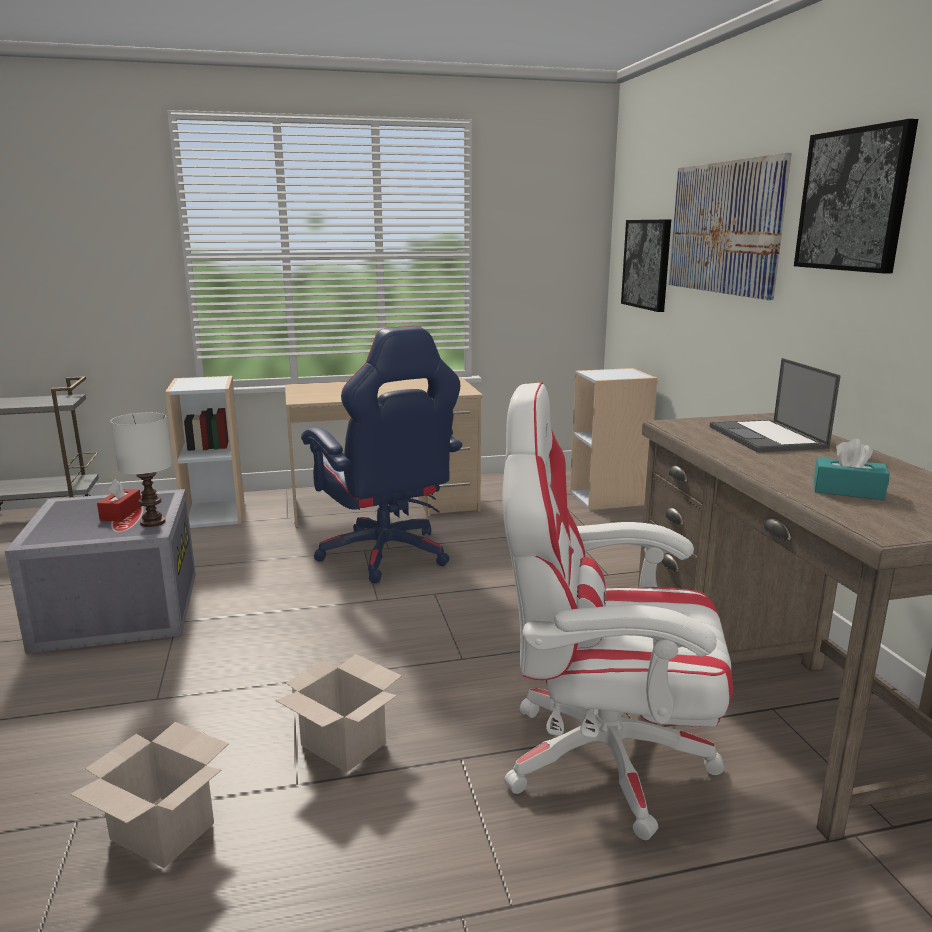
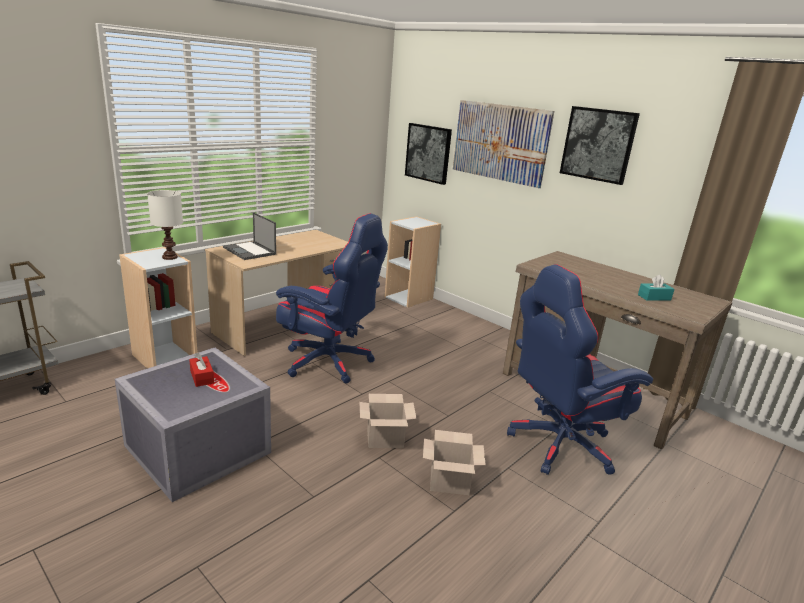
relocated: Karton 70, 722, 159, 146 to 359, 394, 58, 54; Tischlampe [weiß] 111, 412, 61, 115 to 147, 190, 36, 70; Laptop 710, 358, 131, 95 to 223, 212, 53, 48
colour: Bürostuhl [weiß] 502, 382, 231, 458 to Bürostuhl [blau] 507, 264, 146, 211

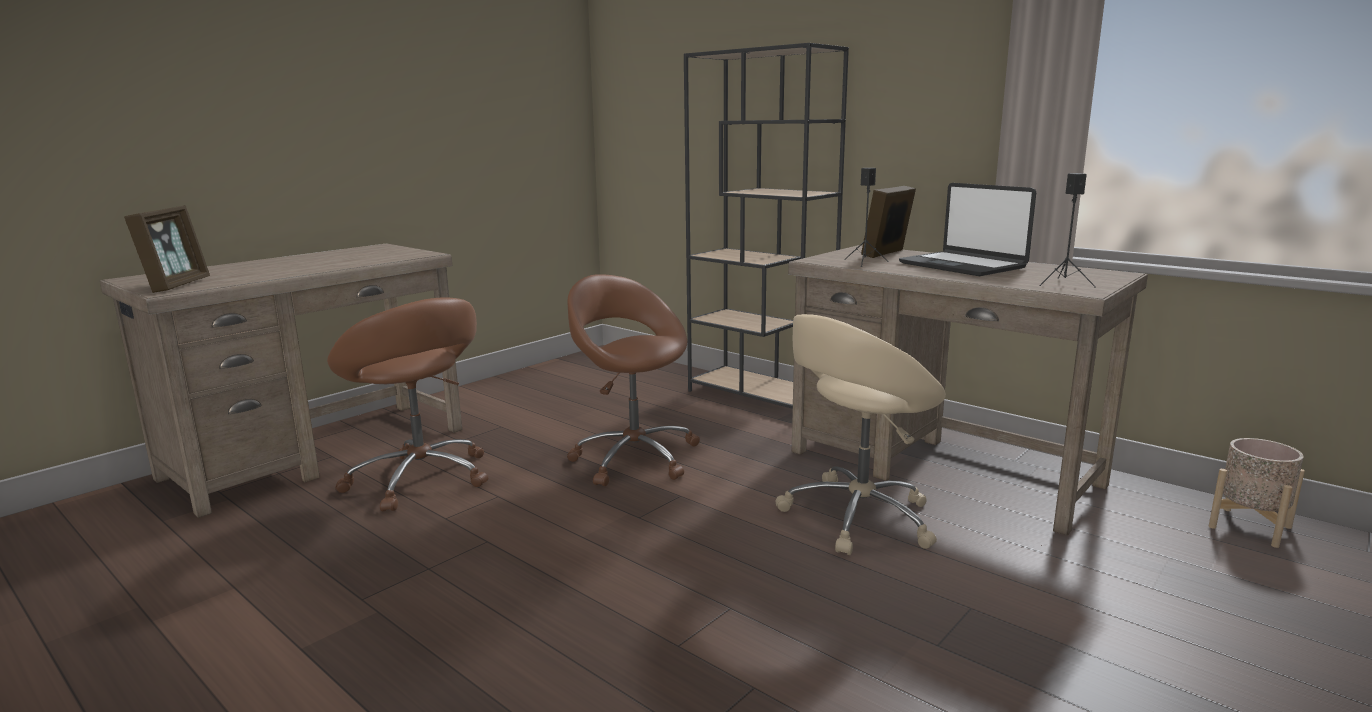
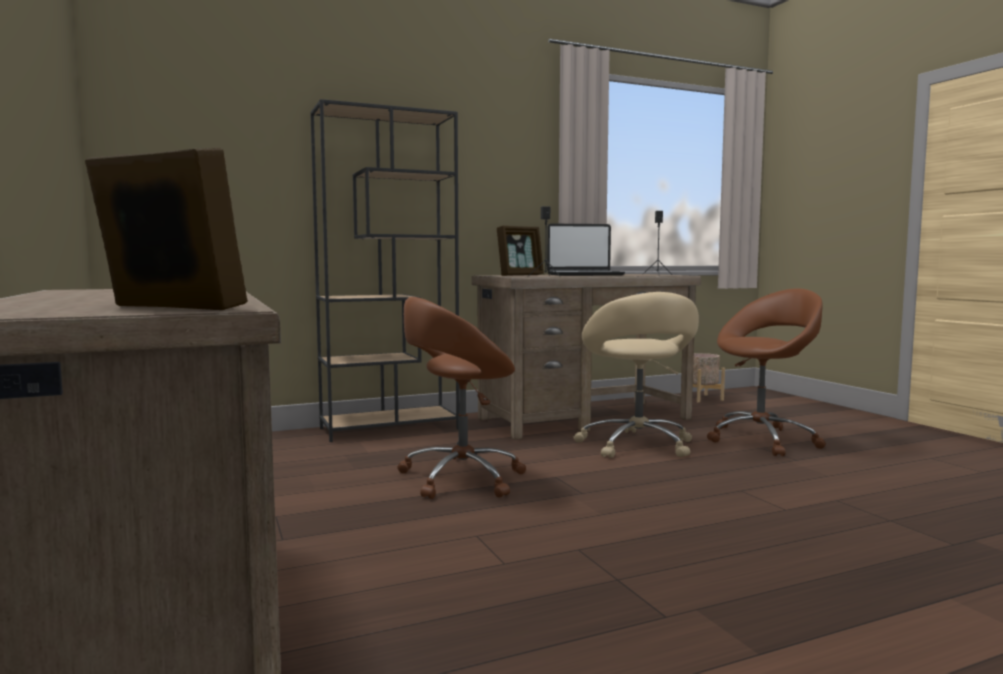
relocated: Bürostuhl [braun] 327, 297, 162, 214 to 707, 288, 119, 168
spun: Bilderrahmen 861, 186, 55, 72 = 497, 226, 47, 50 105 degrees counterclockwise

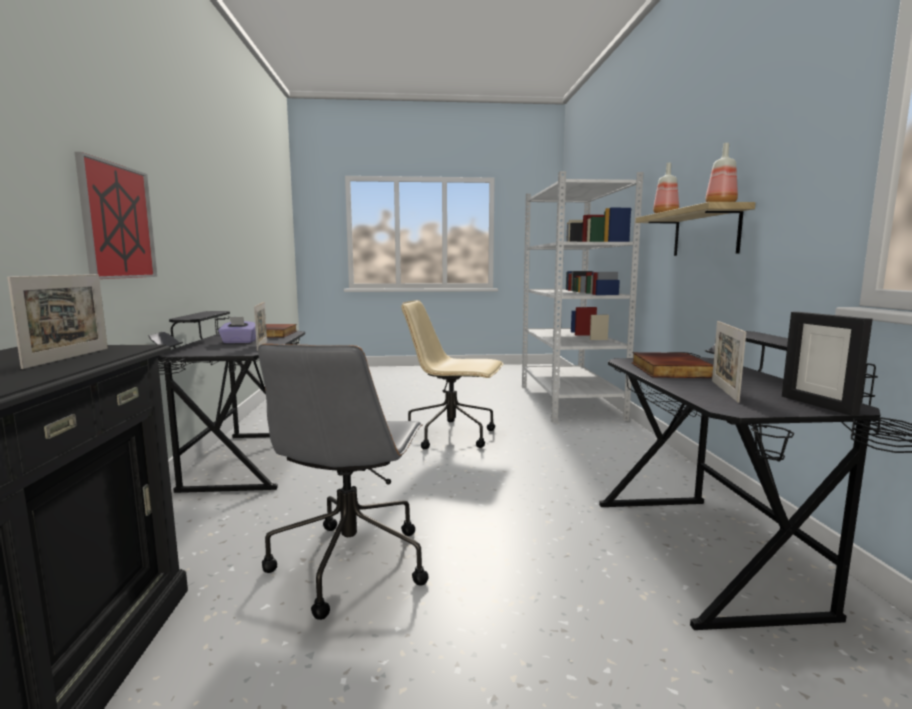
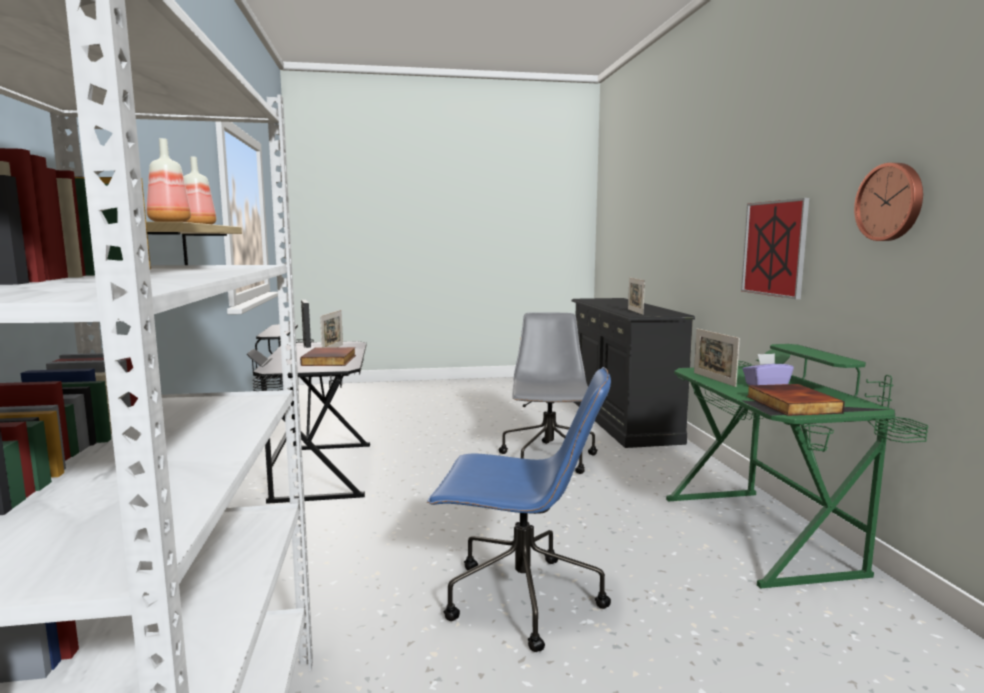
appeared: Wanduhr 854, 163, 69, 78
colour: Schreibtisch [schwarz] 149, 311, 156, 182 to Schreibtisch [grün] 666, 344, 262, 245; Bürostuhl [beige] 401, 300, 102, 149 to Bürostuhl [blau] 427, 367, 184, 285

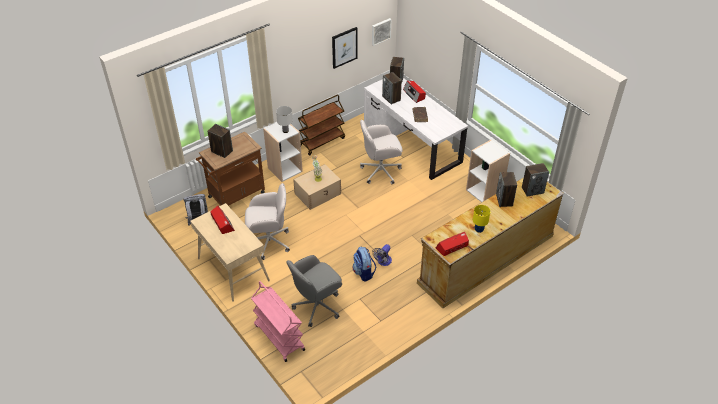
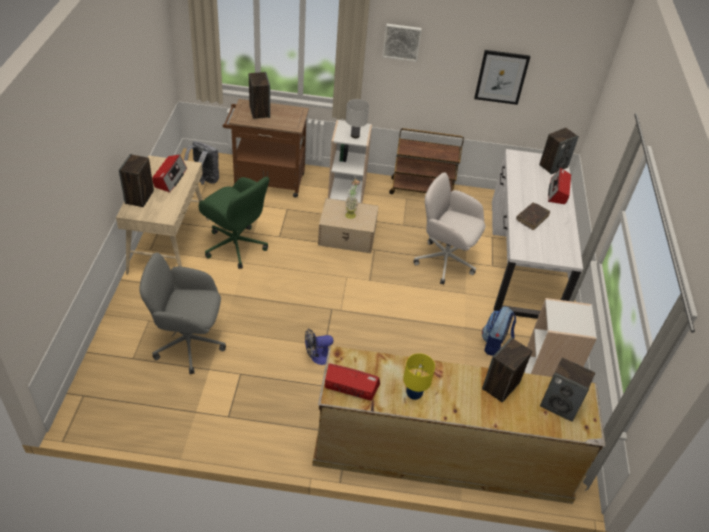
missing: Rollwagen [rosa] 251, 281, 54, 81
relocated: Rucksack 352, 247, 25, 35 to 482, 307, 34, 49; Bild 372, 18, 19, 28 to 383, 24, 39, 38; Lautsprecher 382, 72, 20, 33 to 119, 154, 35, 53
colour: Bürostuhl [weiß] 245, 183, 45, 77 to Bürostuhl [grün] 199, 177, 70, 92

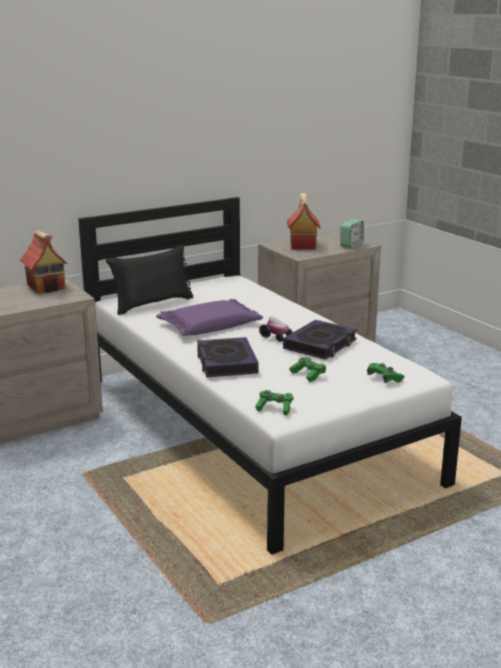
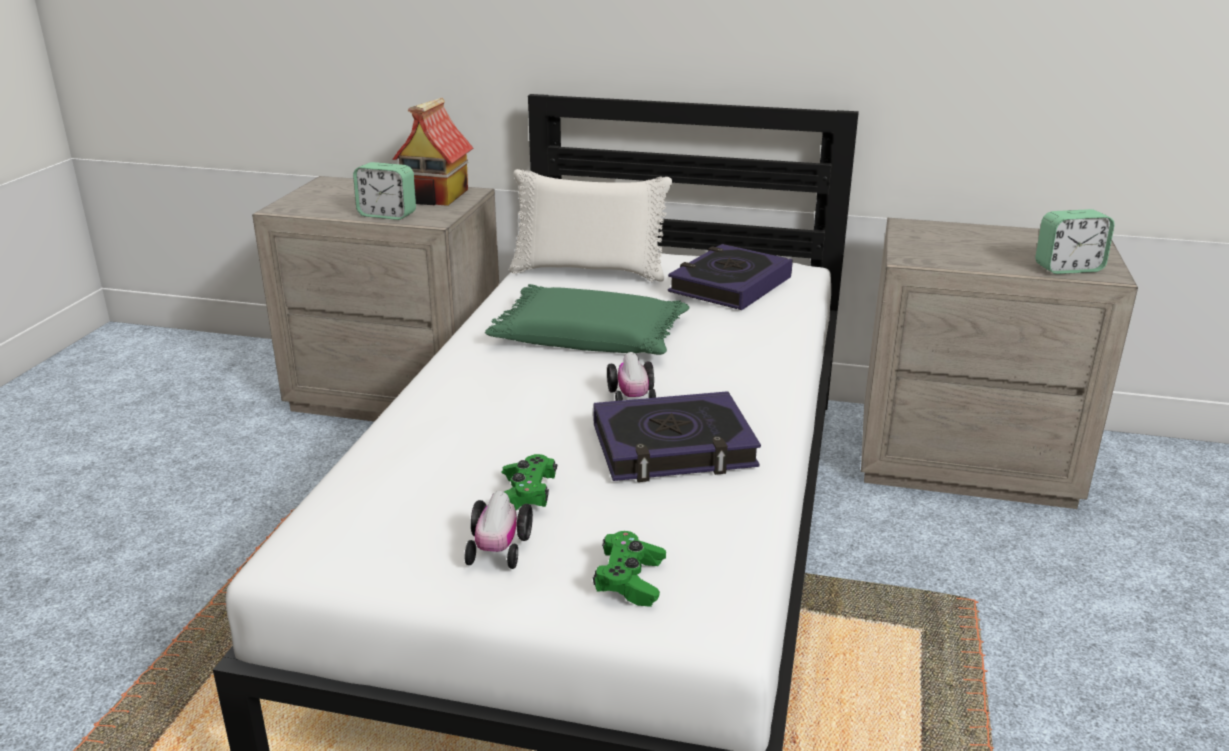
missing: Gamepad [grün] 255, 390, 39, 25; Spielzeughaus 287, 193, 34, 56
appeared: Wecker 353, 162, 63, 58; Spielzeugauto 465, 491, 68, 78
relocated: Buch 197, 337, 62, 40 to 668, 244, 125, 66
colour: Kissen [schwarz] 106, 245, 87, 70 to Kissen [weiß] 509, 169, 163, 113; Kissen [lila] 156, 299, 107, 37 to Kissen [grün] 485, 284, 205, 71

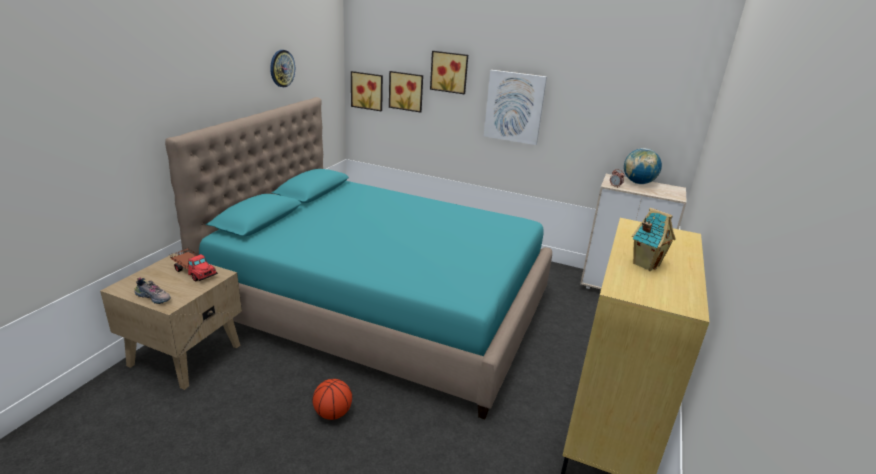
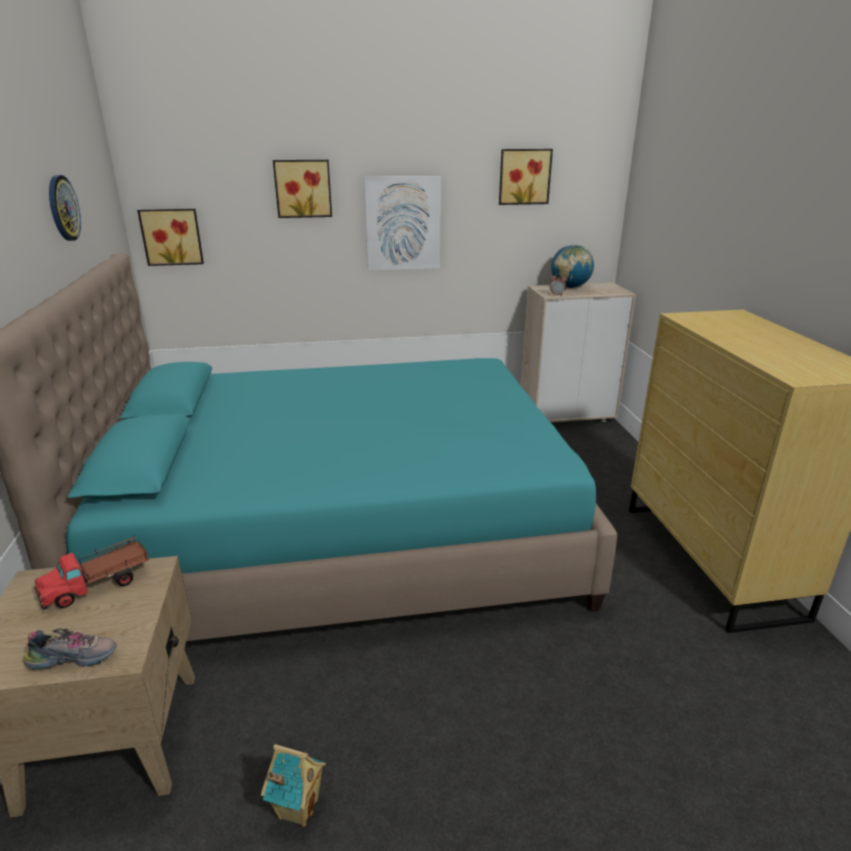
missing: Basketball 312, 379, 40, 41
relocated: Bild 389, 71, 34, 42 to 499, 149, 54, 56; Spielzeughaus 632, 208, 43, 63 to 261, 744, 65, 83
spun: Spielzeuglaster 170, 248, 48, 33 = 34, 536, 115, 74 135 degrees clockwise

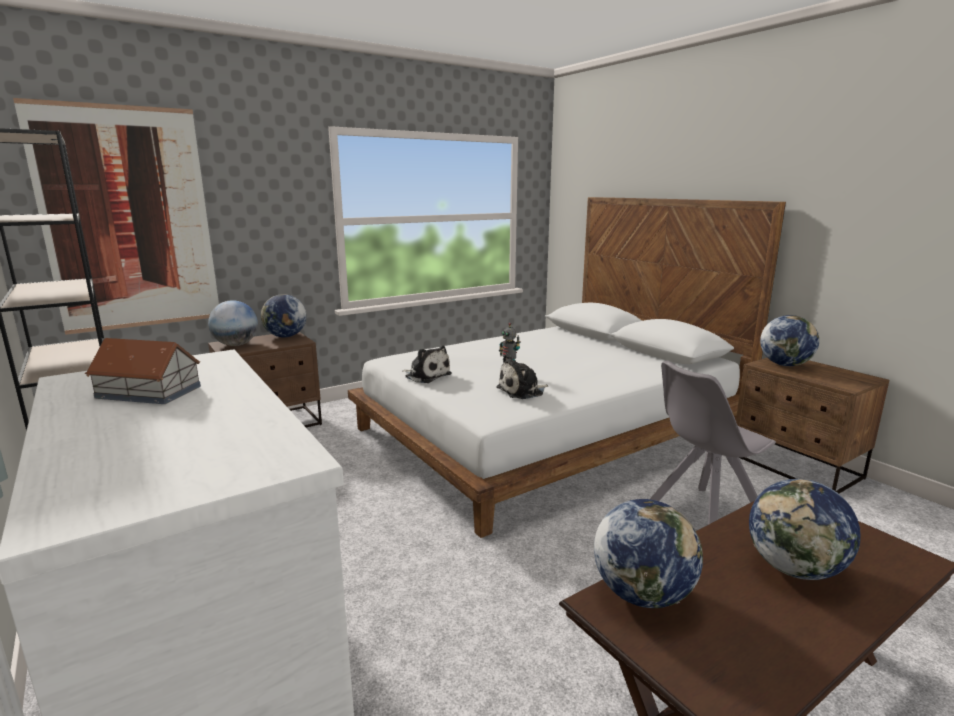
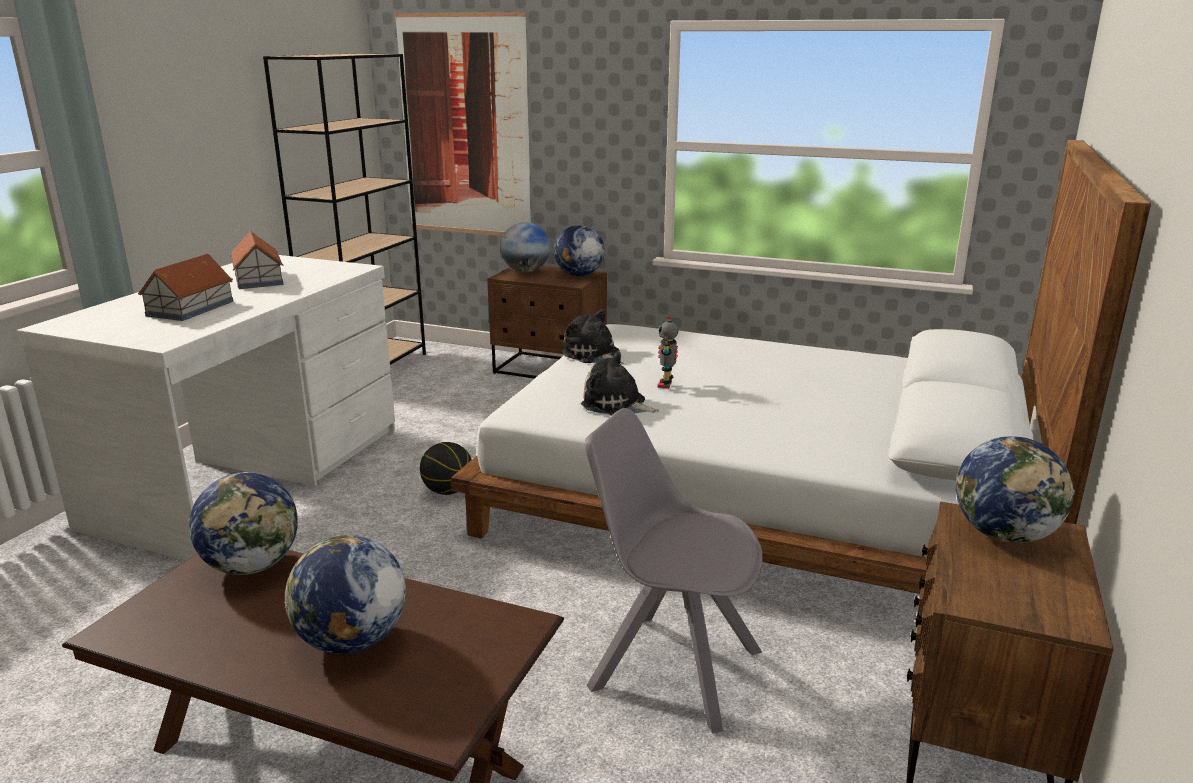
appeared: Spielzeughaus 138, 254, 95, 67; Basketball 420, 442, 52, 53
spun: Plüschtier 402, 345, 50, 38 = 562, 309, 61, 55 135 degrees clockwise

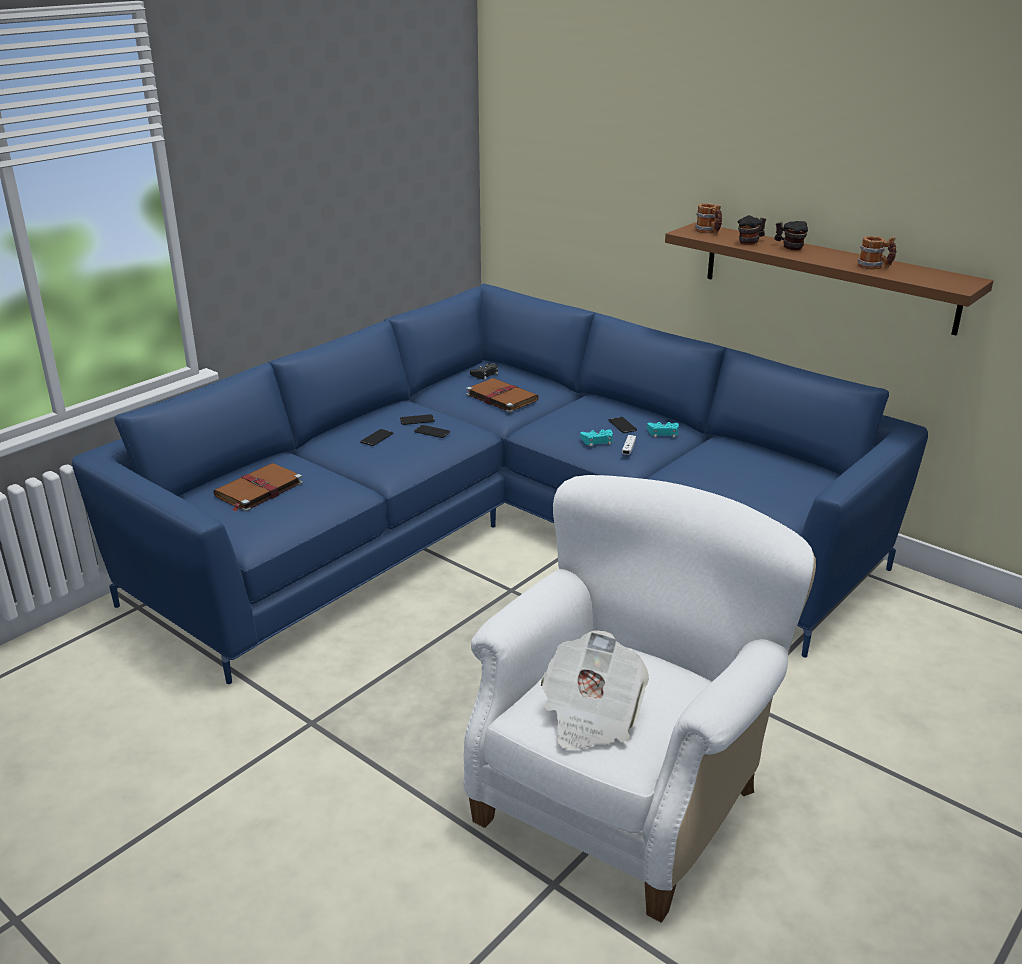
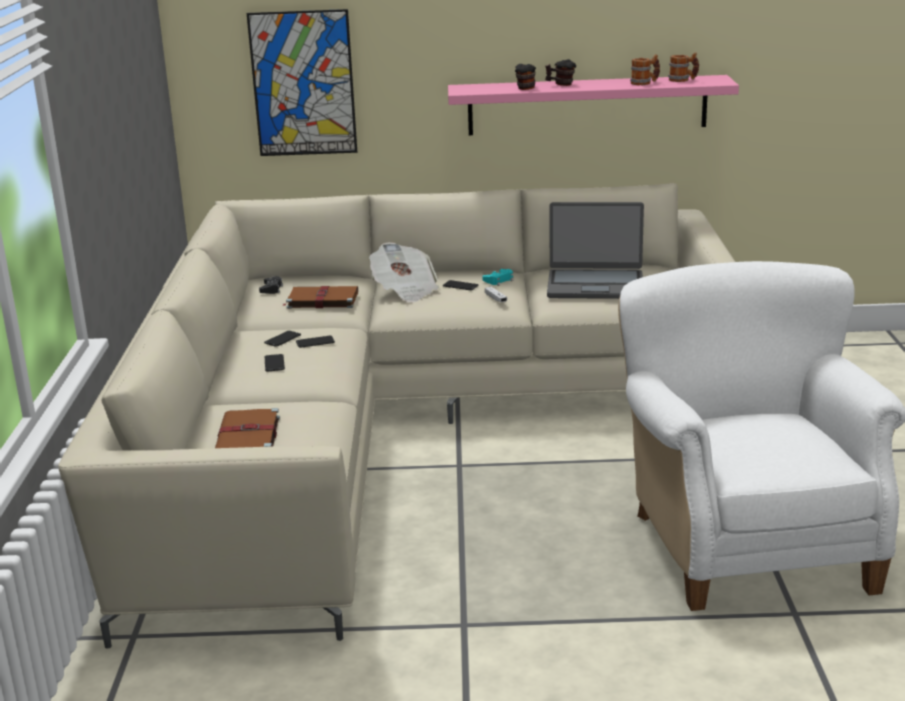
missing: Gamepad [türkis] 580, 429, 33, 18
appeared: Bild 247, 9, 110, 147; Laptop 547, 202, 97, 97
relocated: Zeitung 541, 630, 108, 120 to 369, 242, 70, 61; Henkelbecher 695, 203, 27, 30 to 668, 52, 31, 30
colour: Sofa [blau] 72, 283, 856, 401 to Sofa [beige] 58, 183, 677, 466; Wandregal [braun] 665, 222, 328, 114 to Wandregal [rosa] 448, 75, 291, 60

